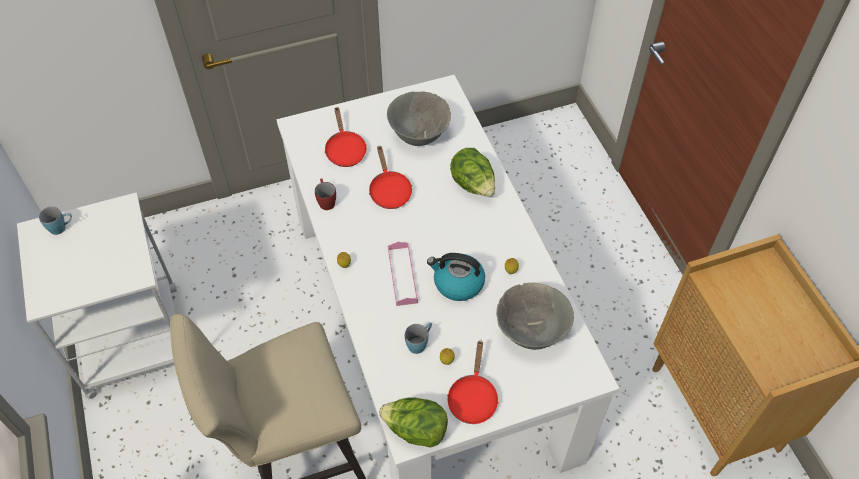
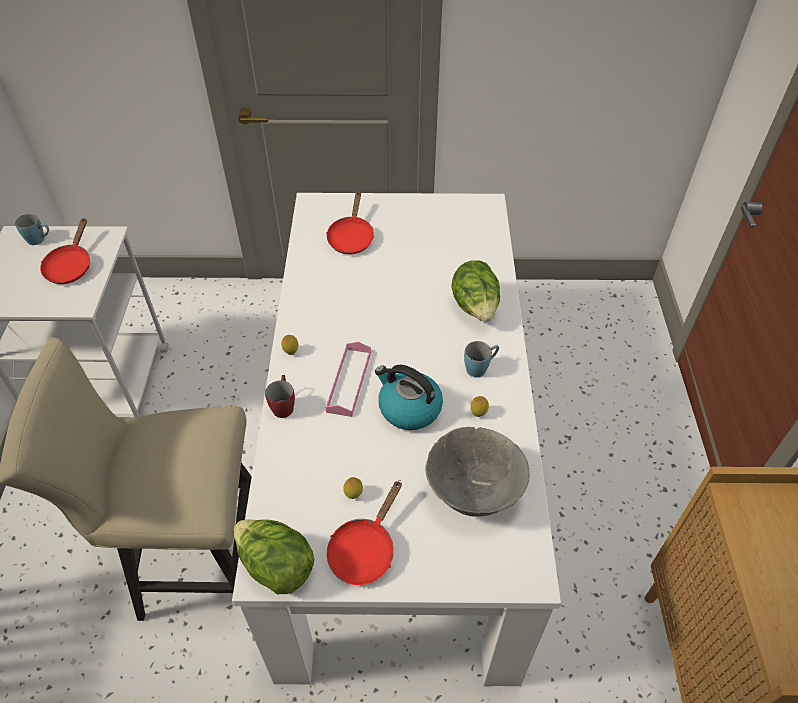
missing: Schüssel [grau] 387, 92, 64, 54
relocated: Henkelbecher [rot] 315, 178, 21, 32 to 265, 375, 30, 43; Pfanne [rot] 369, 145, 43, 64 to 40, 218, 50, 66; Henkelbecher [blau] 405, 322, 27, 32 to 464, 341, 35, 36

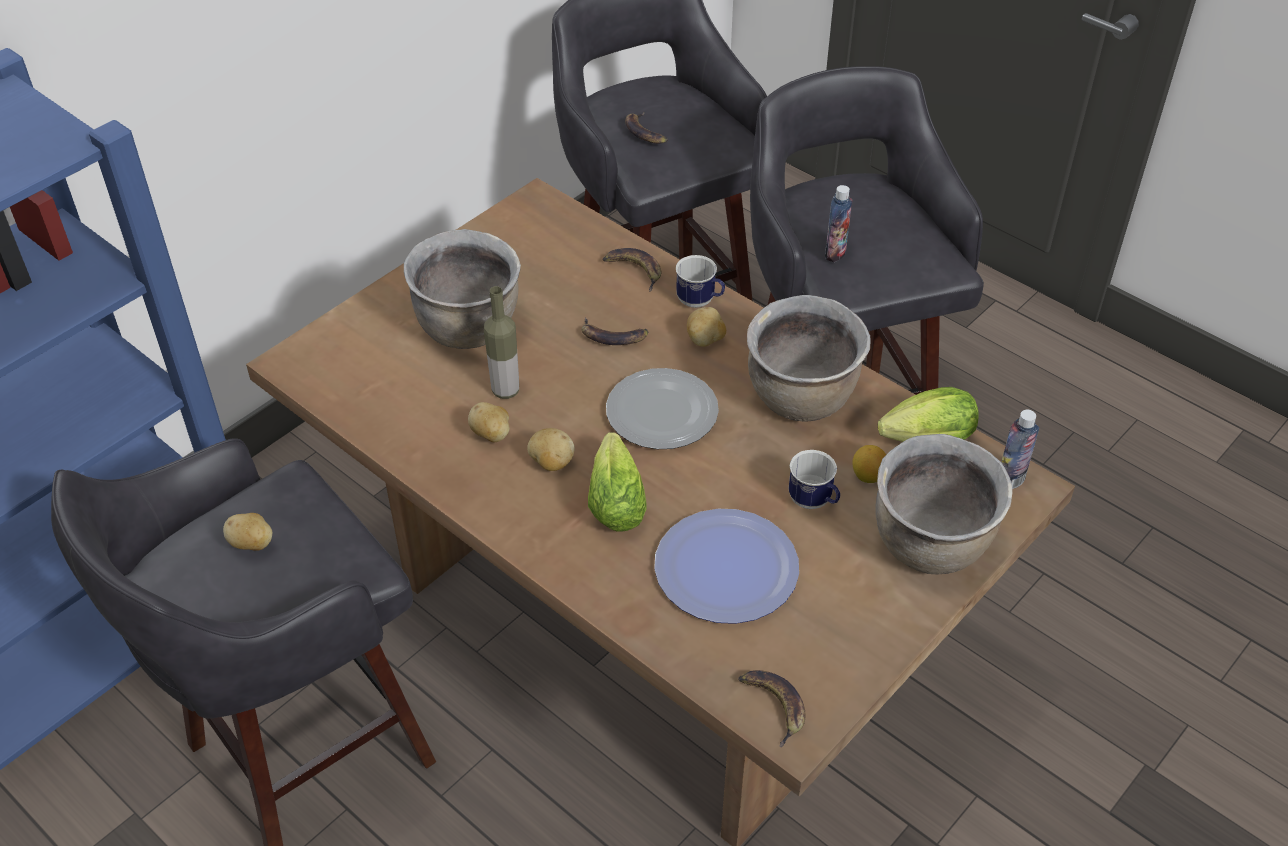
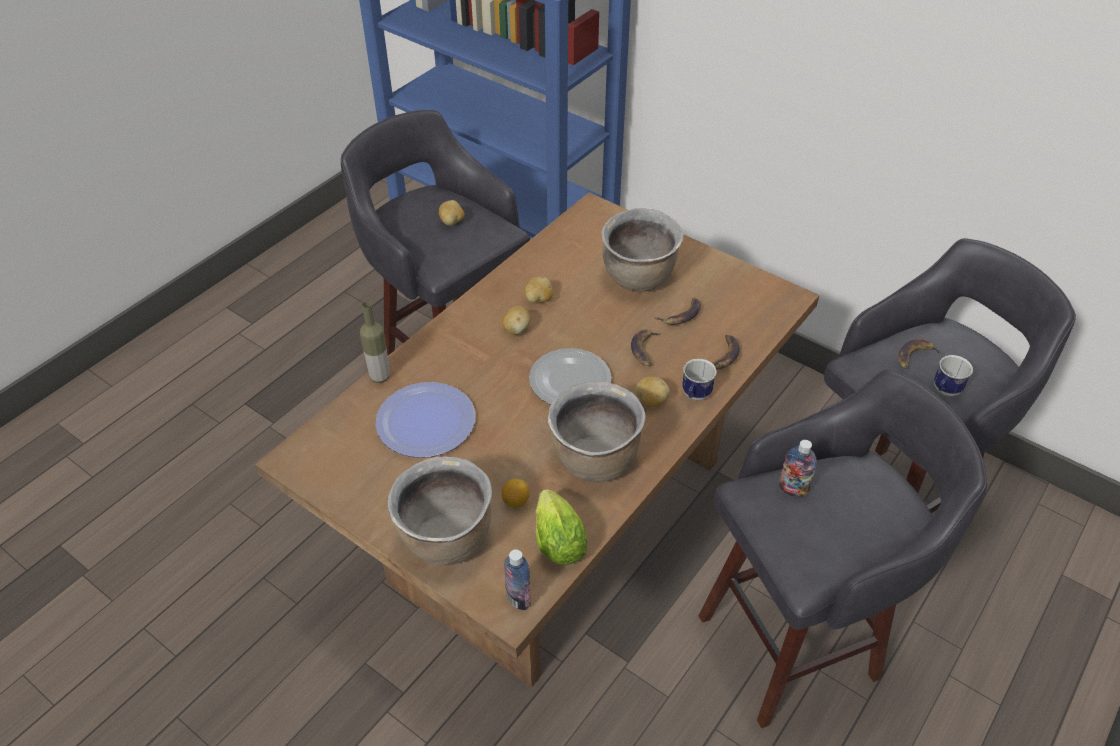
missing: Salatkopf 588, 432, 59, 100
relocated: Flasche 484, 286, 35, 113 to 360, 301, 30, 82; Banane 738, 670, 67, 78 to 654, 298, 47, 27; Henkelbecher 789, 450, 51, 59 to 934, 355, 39, 41

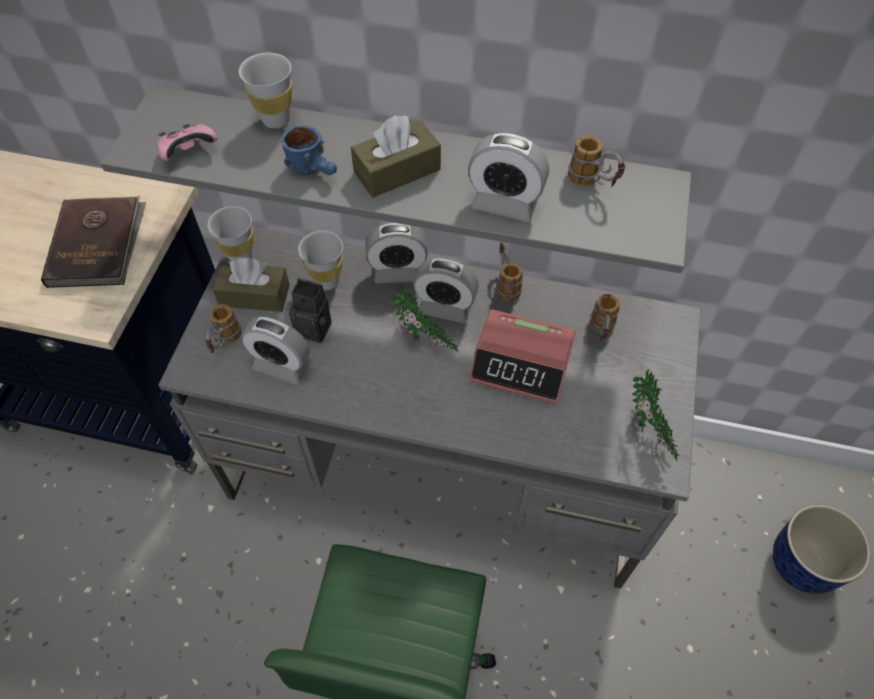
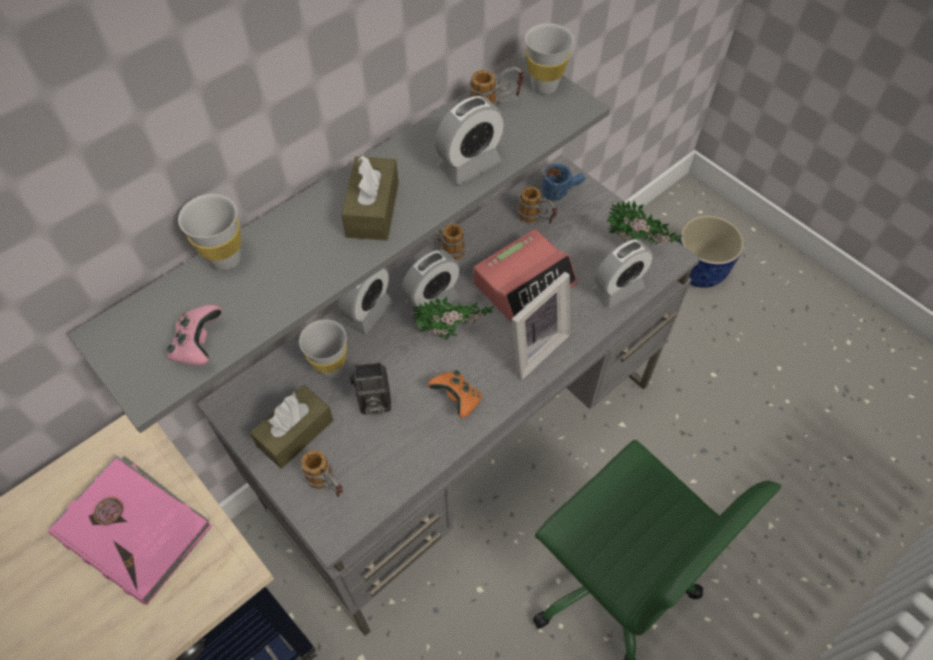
appeared: Gamepad [orange] 428, 370, 54, 48; Bilderrahmen 512, 272, 58, 108
relocated: Tasse [weiß] 208, 206, 45, 56 to 525, 23, 49, 72; Wecker 241, 316, 71, 69 to 592, 239, 61, 69; Henkelbecher [blau] 281, 125, 56, 50 to 542, 164, 43, 37
colour: Buch [braun] 41, 196, 105, 92 to Buch [rosa] 48, 455, 165, 150
spun: Kamera 289, 278, 42, 65 = 350, 362, 41, 53 150 degrees counterclockwise

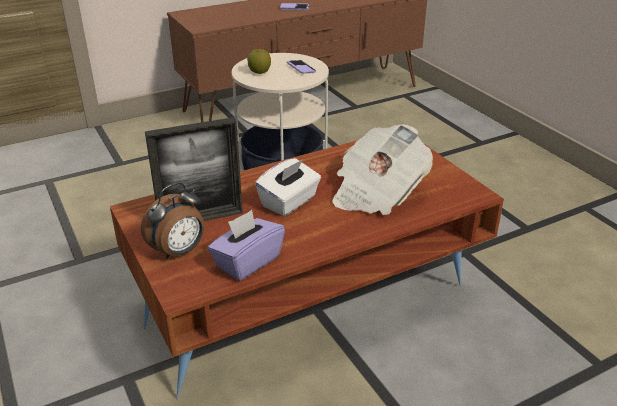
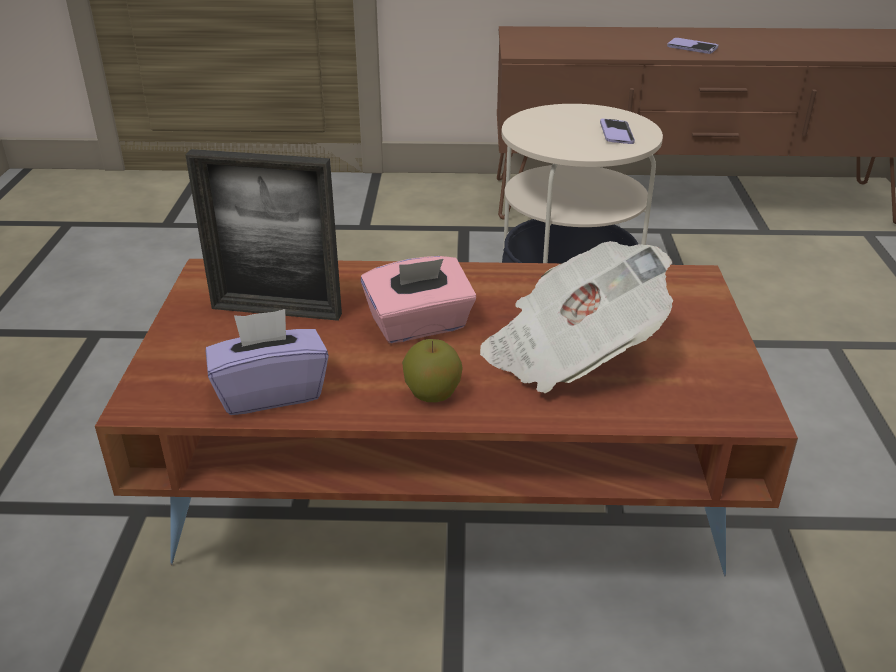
missing: Wecker 141, 183, 63, 77
relocated: Apfel 247, 49, 24, 25 to 402, 339, 61, 63
colour: Taschentuchbox [weiß] 255, 158, 66, 58 to Taschentuchbox [rosa] 361, 256, 115, 87

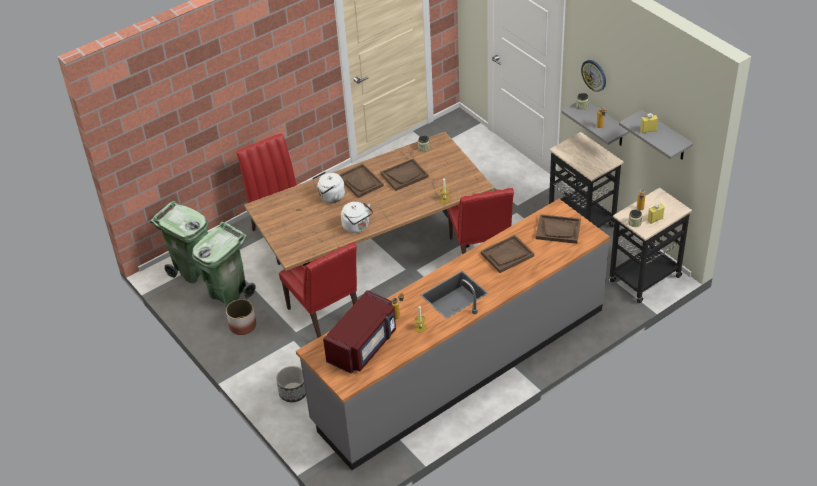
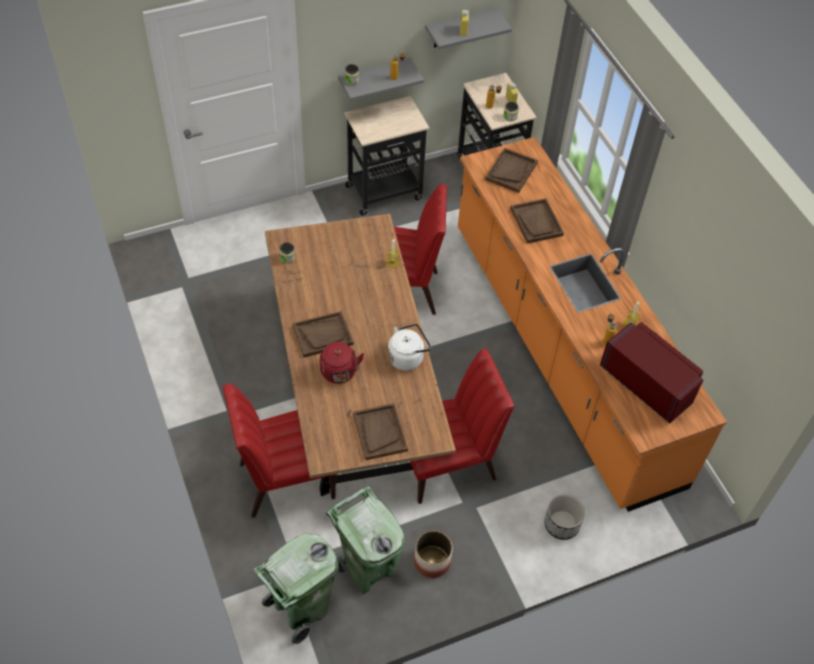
missing: Wanduhr 581, 60, 25, 32
relocated: Tablett [braun] 381, 159, 47, 32 to 353, 403, 55, 57
colour: Küchenzeile [grau] 296, 199, 314, 271 to Küchenzeile [orange] 458, 137, 269, 375; Wasserkessel [weiß] 312, 172, 33, 31 to Wasserkessel [rot] 320, 342, 44, 41

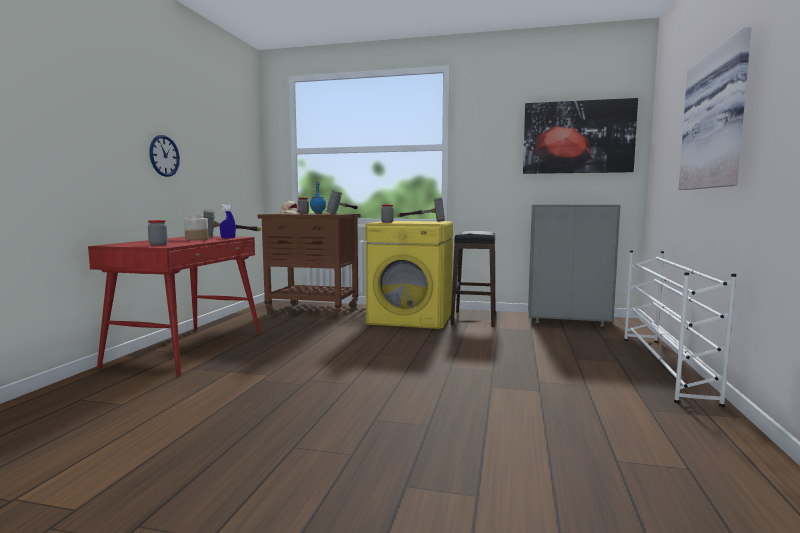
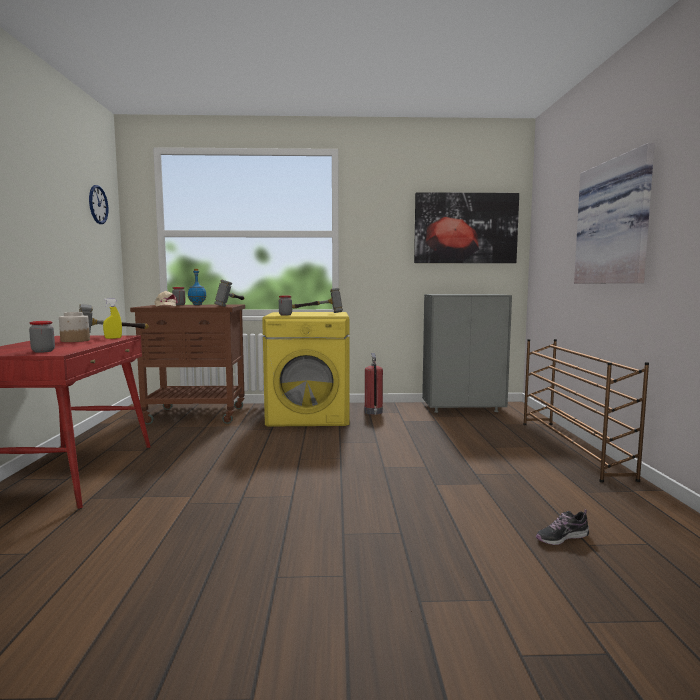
appeared: Schuh 536, 510, 53, 35
relocated: Wanduhr 149, 135, 31, 42 to 89, 185, 19, 39
exchanged: Hocker [schwarz] 451, 231, 44, 96 to Feuerlöscher 364, 353, 19, 62
colour: Sprühflasche [blau] 220, 204, 16, 35 to Sprühflasche [gelb] 103, 298, 19, 41; Schuhregal [weiß] 624, 250, 112, 157 to Schuhregal [braun] 523, 339, 126, 144

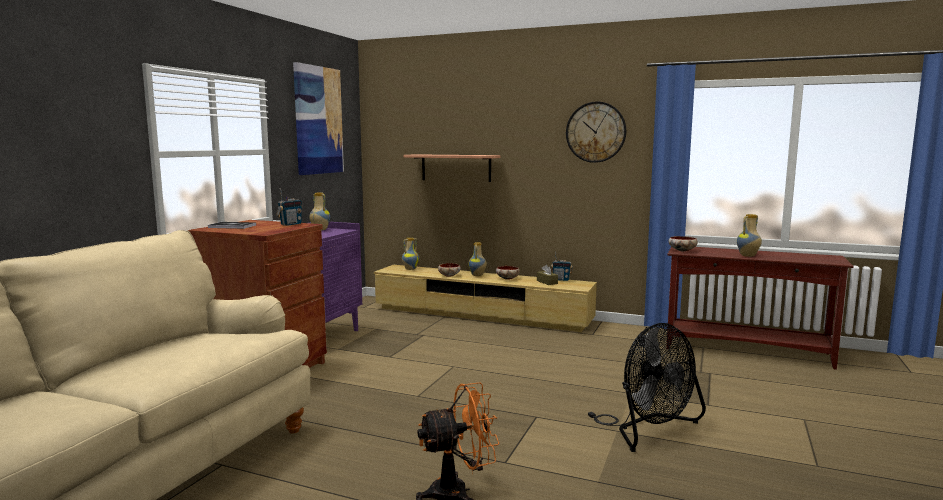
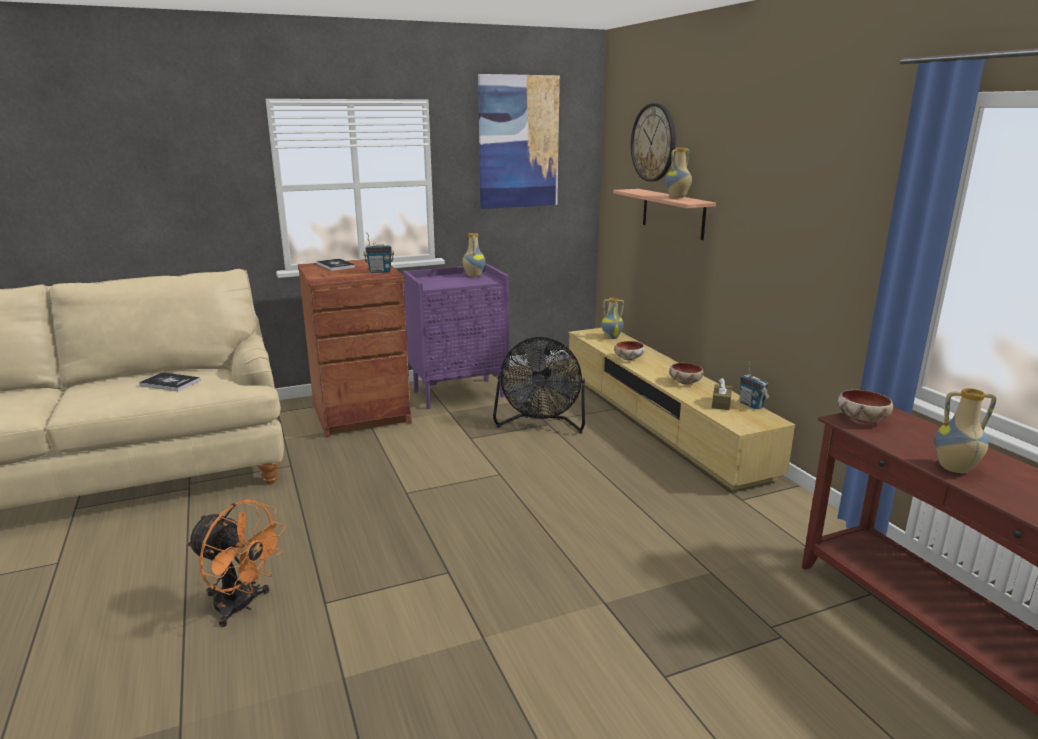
appeared: Buch 139, 372, 61, 19
relocated: Vase 468, 242, 19, 34 to 665, 148, 27, 50; Wanduhr 566, 102, 60, 61 to 631, 103, 45, 79; Ventilator [schwarz] 588, 323, 118, 129 to 493, 337, 92, 97

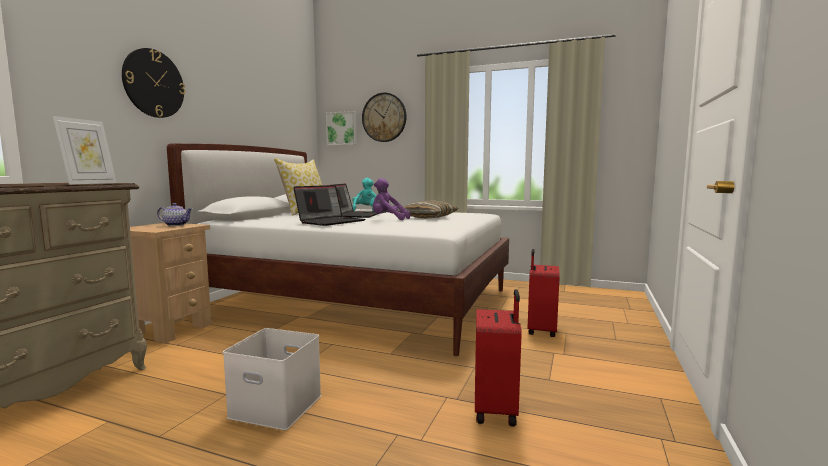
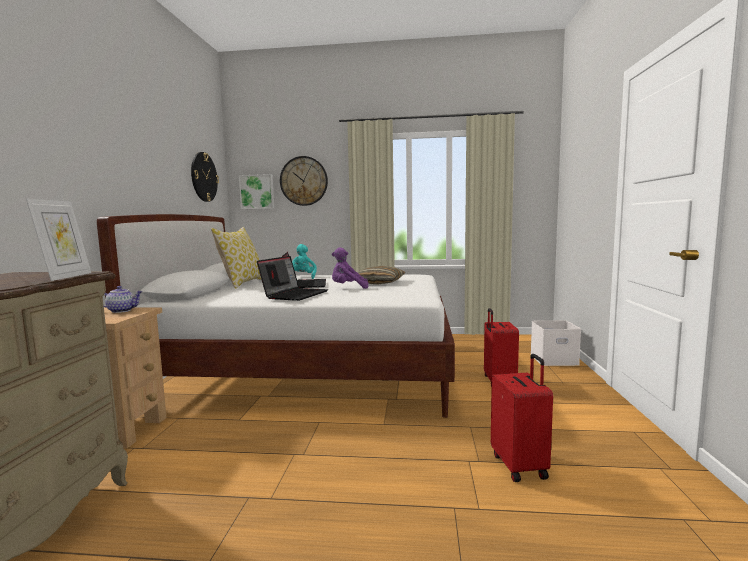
relocated: Wanduhr 122, 48, 63, 70 to 191, 152, 28, 50; Aufbewahrungsbox [weiß] 223, 328, 98, 102 to 530, 320, 51, 46

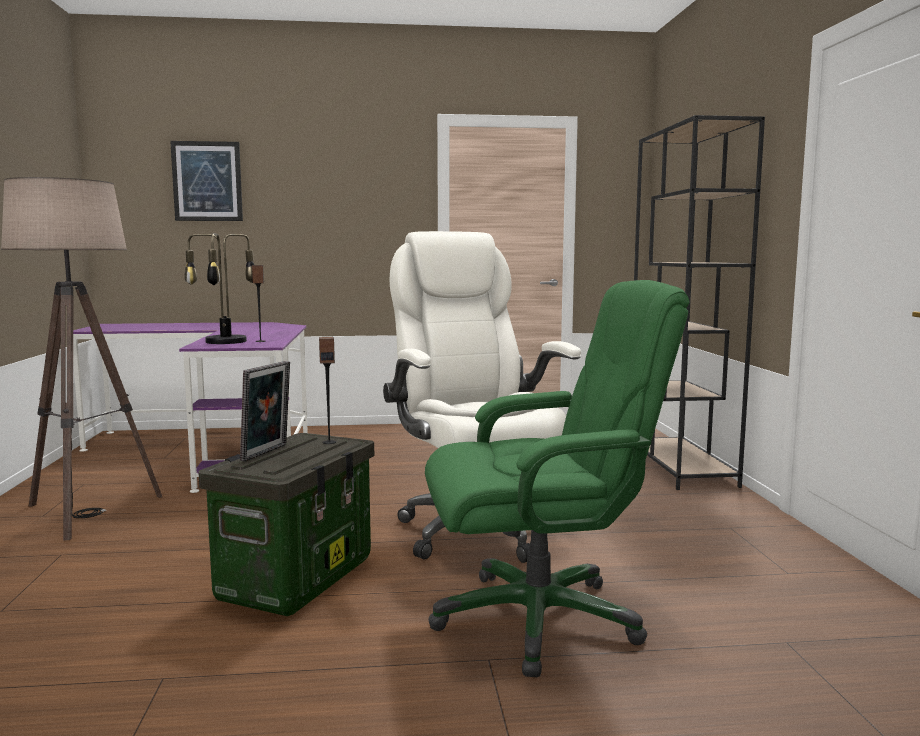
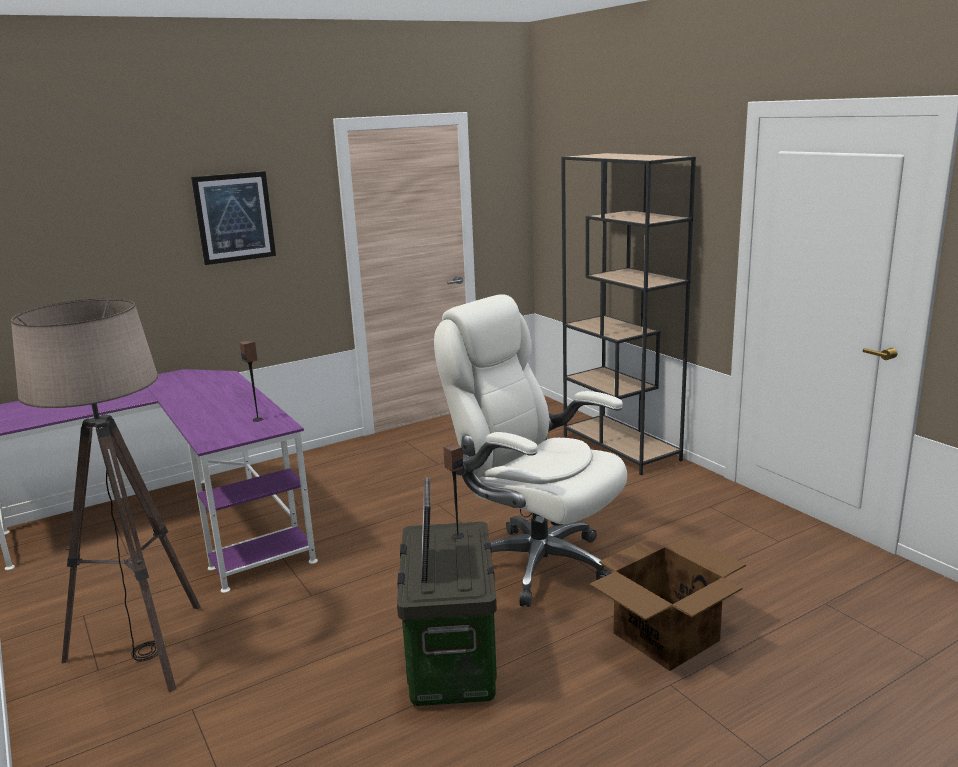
missing: Tischlampe 185, 233, 69, 111
relocated: Bild 170, 141, 73, 80 to 191, 171, 85, 94
exchanged: Bürostuhl [grün] 425, 280, 264, 397 to Karton 590, 536, 156, 135

